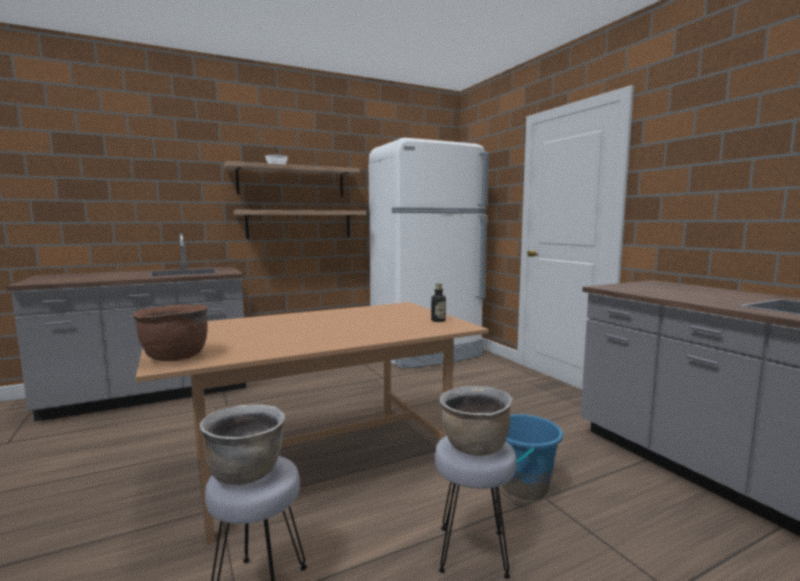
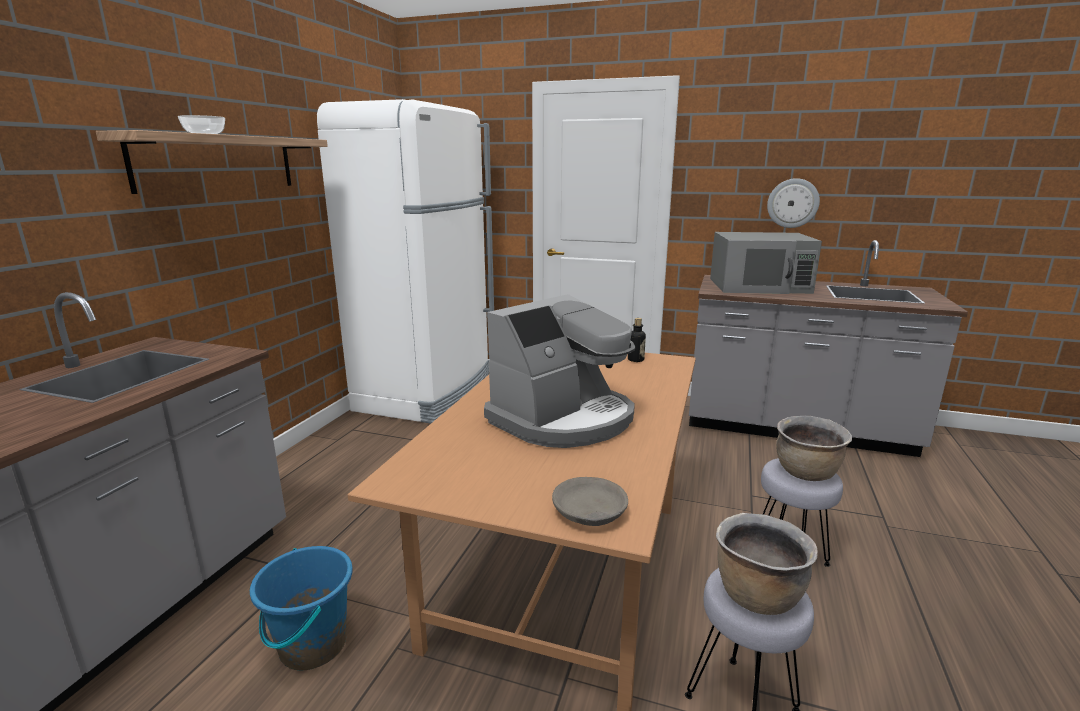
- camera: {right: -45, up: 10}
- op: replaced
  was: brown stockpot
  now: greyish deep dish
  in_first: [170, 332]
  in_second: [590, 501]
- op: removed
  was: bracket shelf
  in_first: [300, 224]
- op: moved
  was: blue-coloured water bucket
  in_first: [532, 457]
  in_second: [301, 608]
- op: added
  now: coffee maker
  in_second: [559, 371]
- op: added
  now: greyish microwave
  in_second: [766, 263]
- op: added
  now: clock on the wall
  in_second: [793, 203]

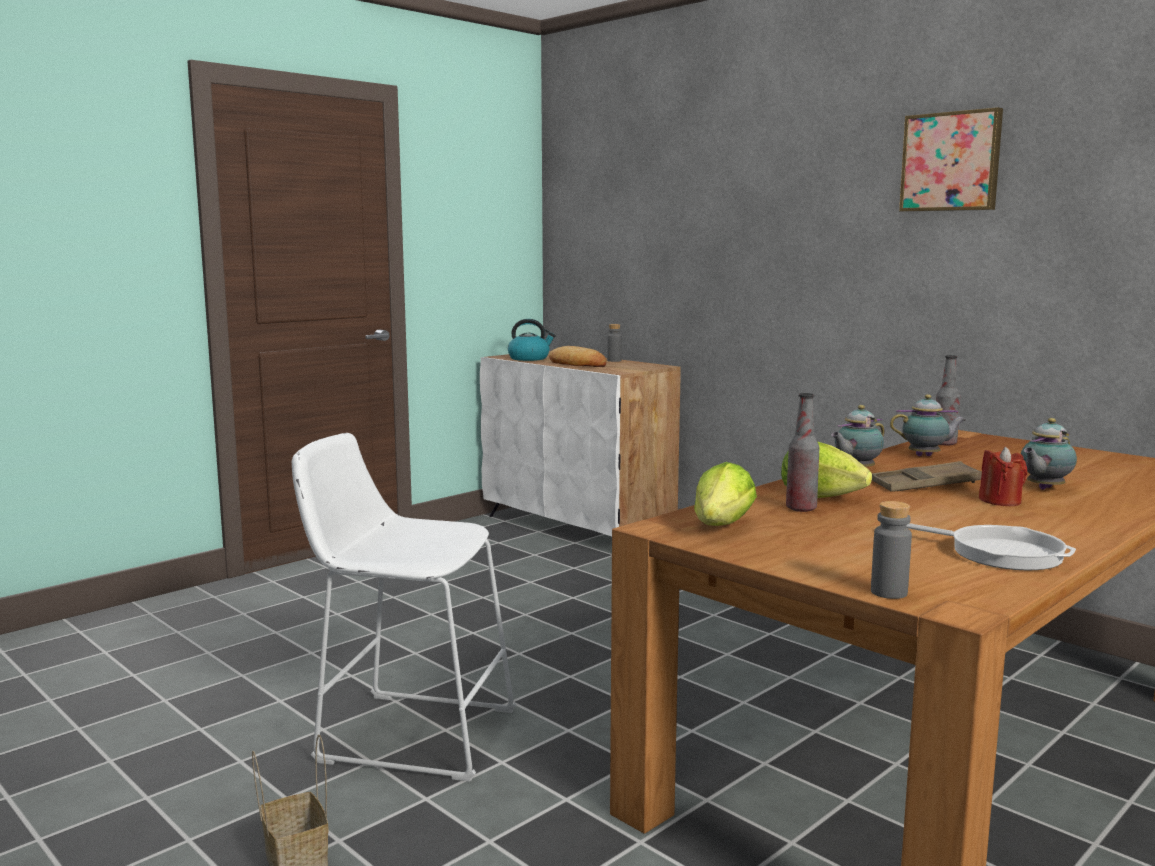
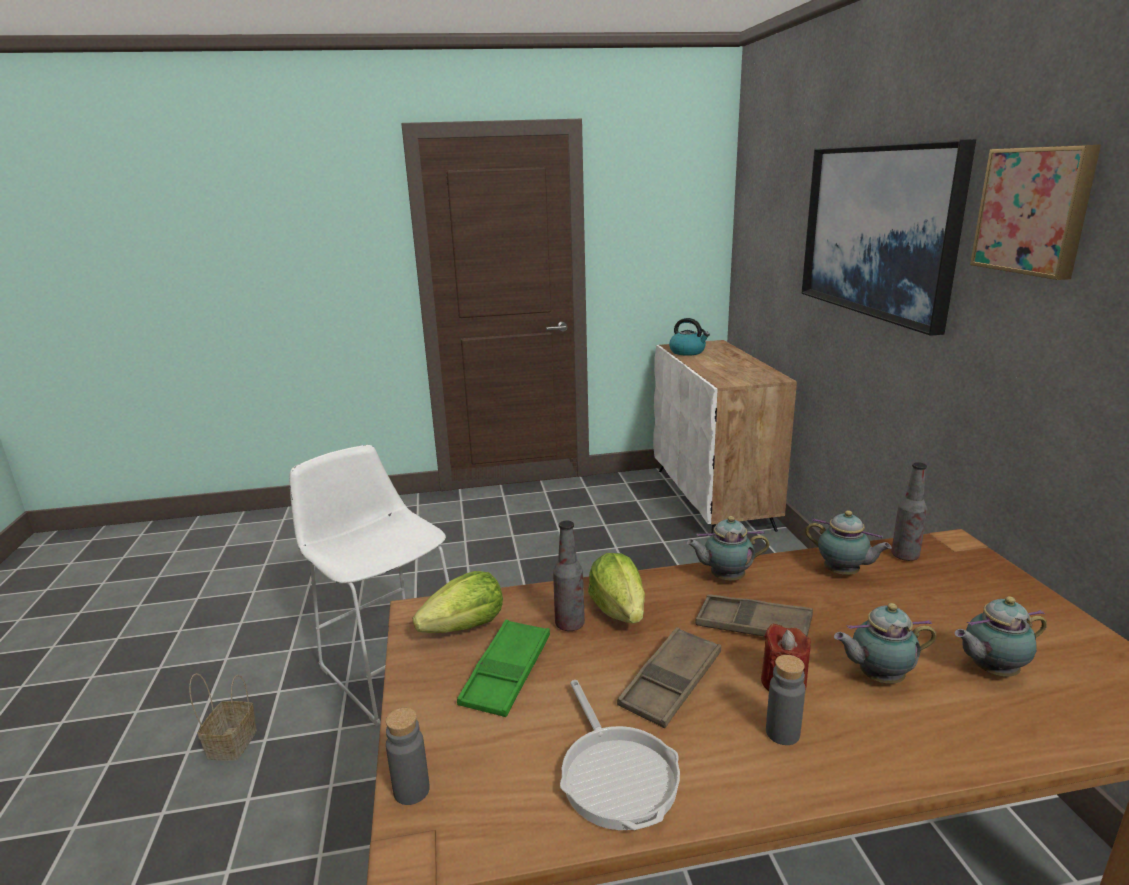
- camera: {right: 35, up: 10}
- op: removed
  was: bread
  in_first: [577, 356]
- op: moved
  was: greyish beverage bottle
  in_first: [614, 343]
  in_second: [785, 700]
- op: added
  now: greenish carrying tray
  in_second: [503, 668]
- op: added
  now: brown carrying tray
  in_second: [669, 677]
- op: added
  now: picture
  in_second: [889, 237]
- op: added
  now: teapot
  in_second: [1001, 636]

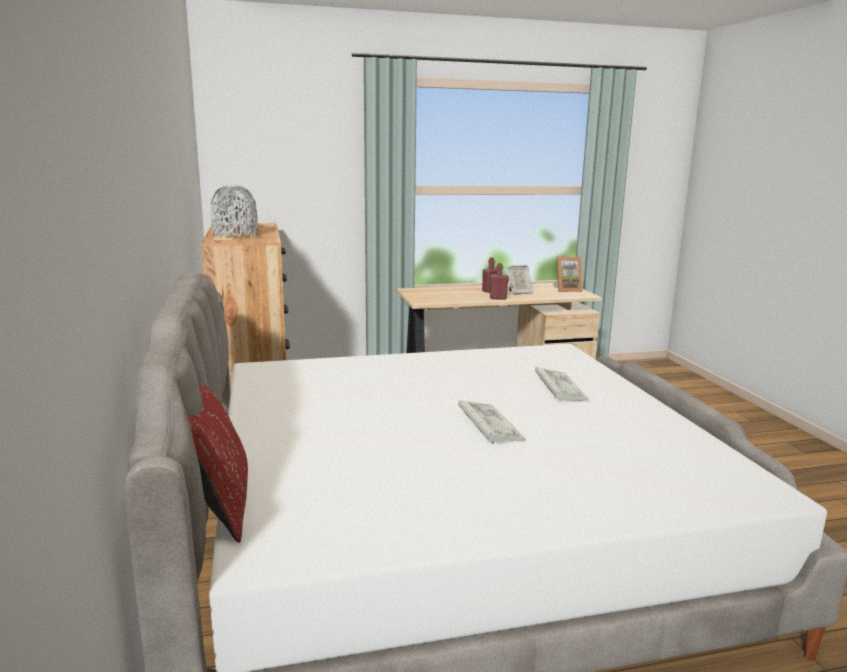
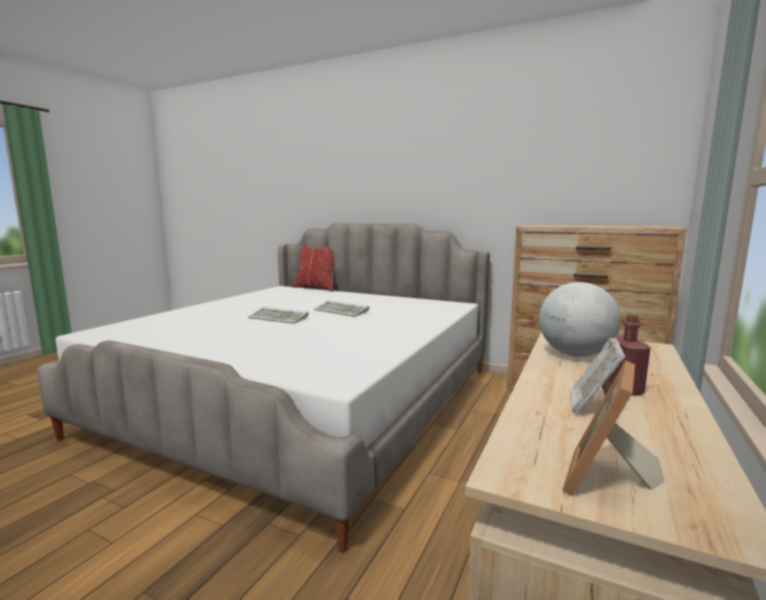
- camera: {right: 130, up: -5}
- op: removed
  was: greyish flower vase
  in_first: [234, 211]
- op: removed
  was: red-coloured beverage bottle
  in_first: [499, 281]
- op: moved
  was: computer keyboard
  in_first: [562, 384]
  in_second: [341, 308]
- op: added
  now: world globe
  in_second: [580, 319]

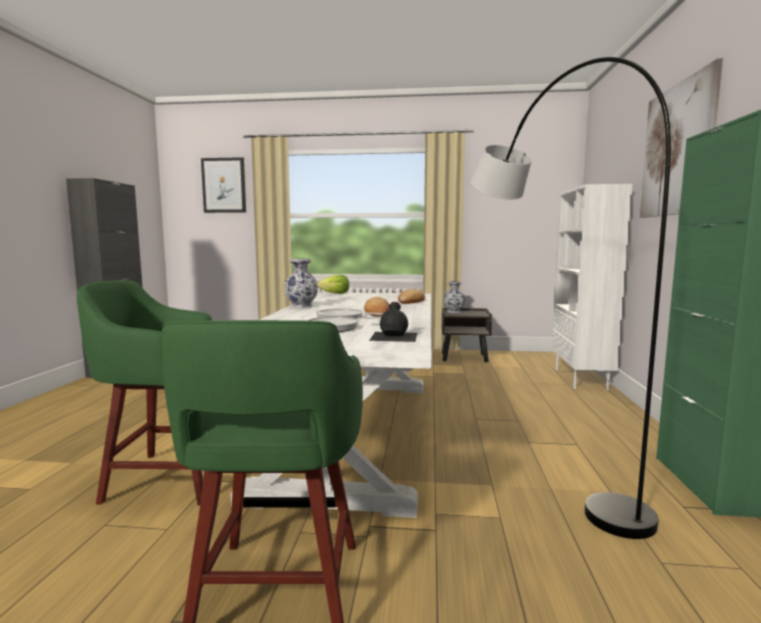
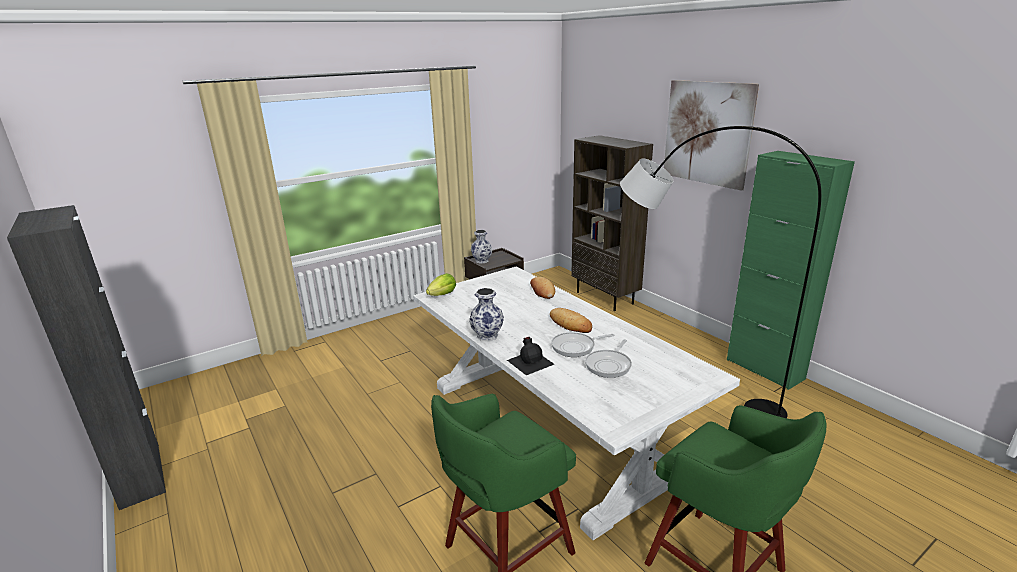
- camera: {right: -40, up: 15}
- op: removed
  was: picture
  in_first: [223, 185]
- op: moved
  was: blackish beverage bottle
  in_first: [393, 322]
  in_second: [530, 356]
- op: recoloured
  was: whitish bookcase
  now: brown bookcase
  in_first: [592, 287]
  in_second: [612, 223]

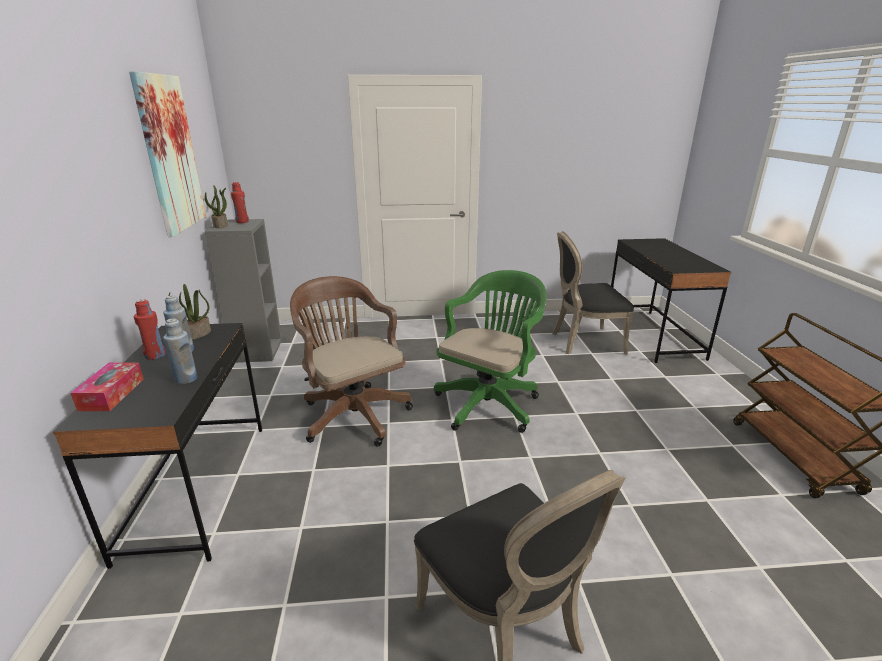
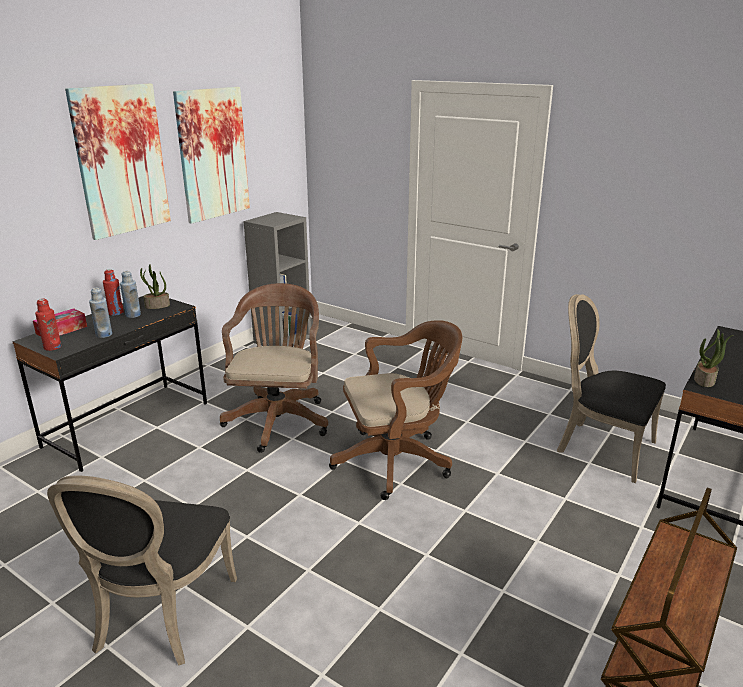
- camera: {right: 40, up: 0}
- op: moved
  was: houseplant
  in_first: [216, 206]
  in_second: [714, 358]
- op: moved
  was: red-coloured beverage bottle
  in_first: [240, 202]
  in_second: [48, 325]
- op: recoloured
  was: greenish desk chair
  now: brown desk chair
  in_first: [490, 351]
  in_second: [395, 410]
- op: added
  now: picture
  in_second: [118, 161]

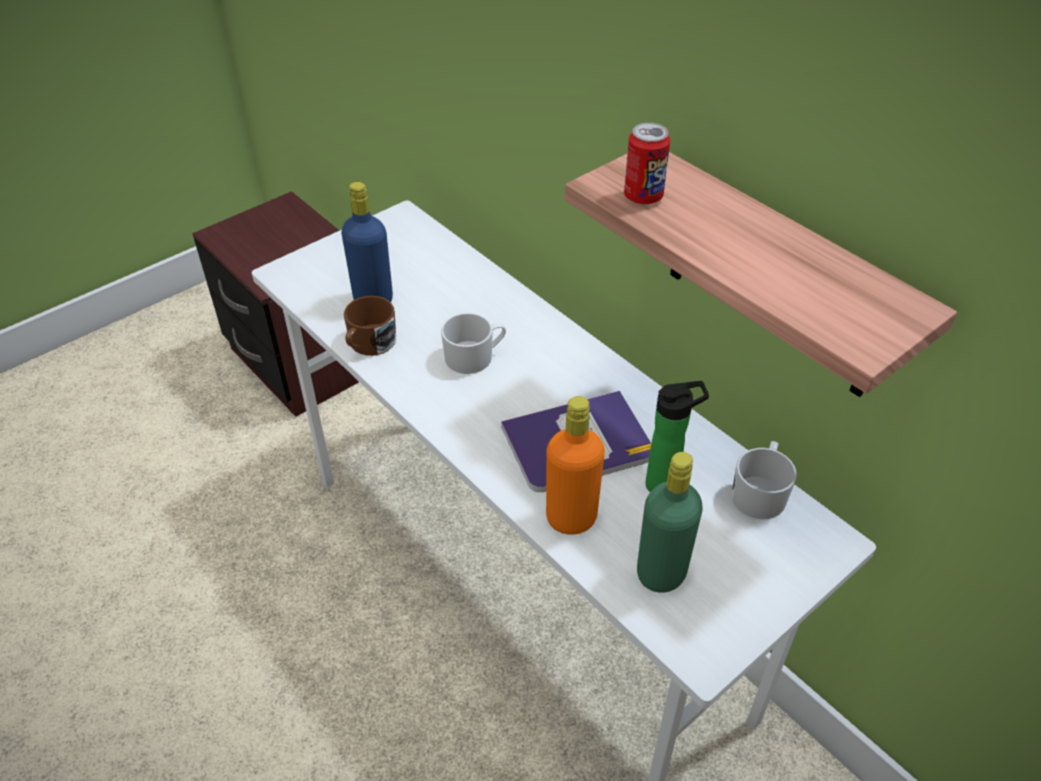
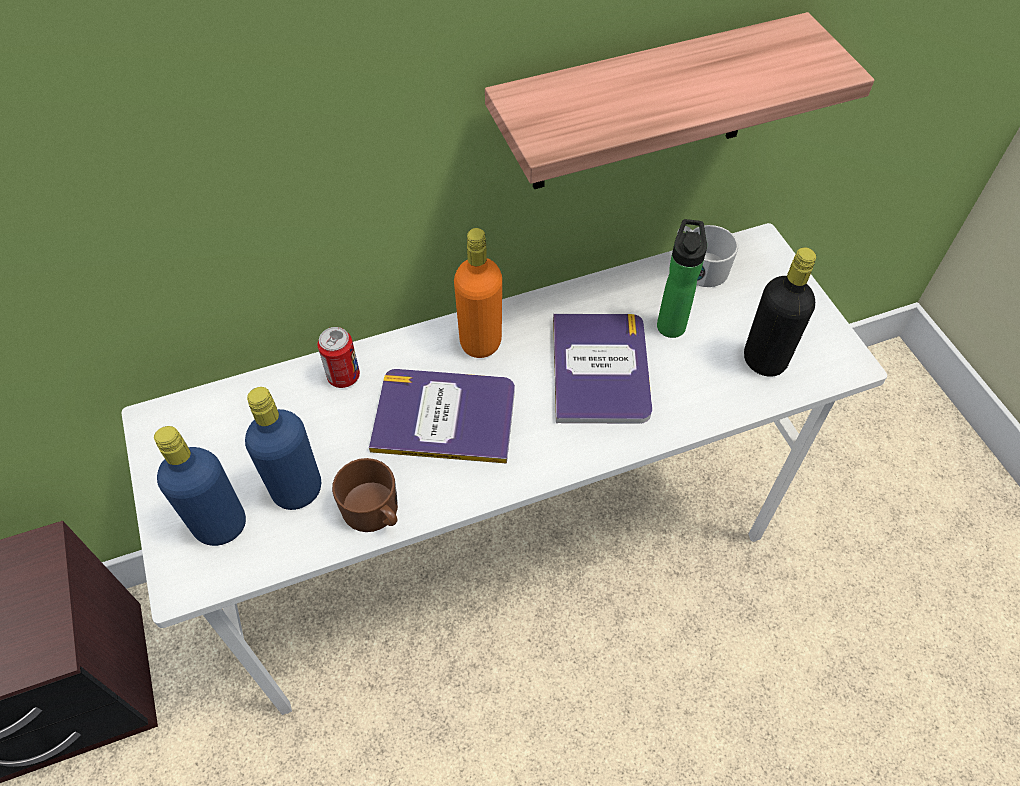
- camera: {right: -70, up: 10}
- op: replaced
  was: whitish mug
  now: bound book
  in_first: [473, 343]
  in_second: [442, 416]
- op: moved
  was: orange-coloured beverage bottle
  in_first: [575, 465]
  in_second: [478, 293]
- op: moved
  was: metal can
  in_first: [647, 164]
  in_second: [338, 357]
- op: recoloured
  was: greenish beverage bottle
  now: blackish beverage bottle
  in_first: [670, 522]
  in_second: [780, 312]
- op: added
  now: blue-coloured beverage bottle
  in_second: [200, 486]

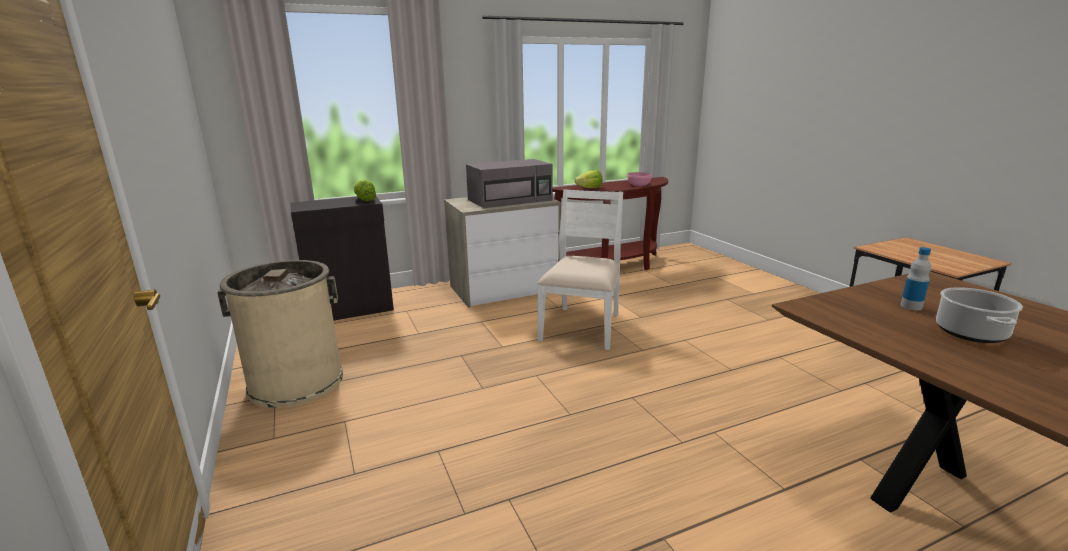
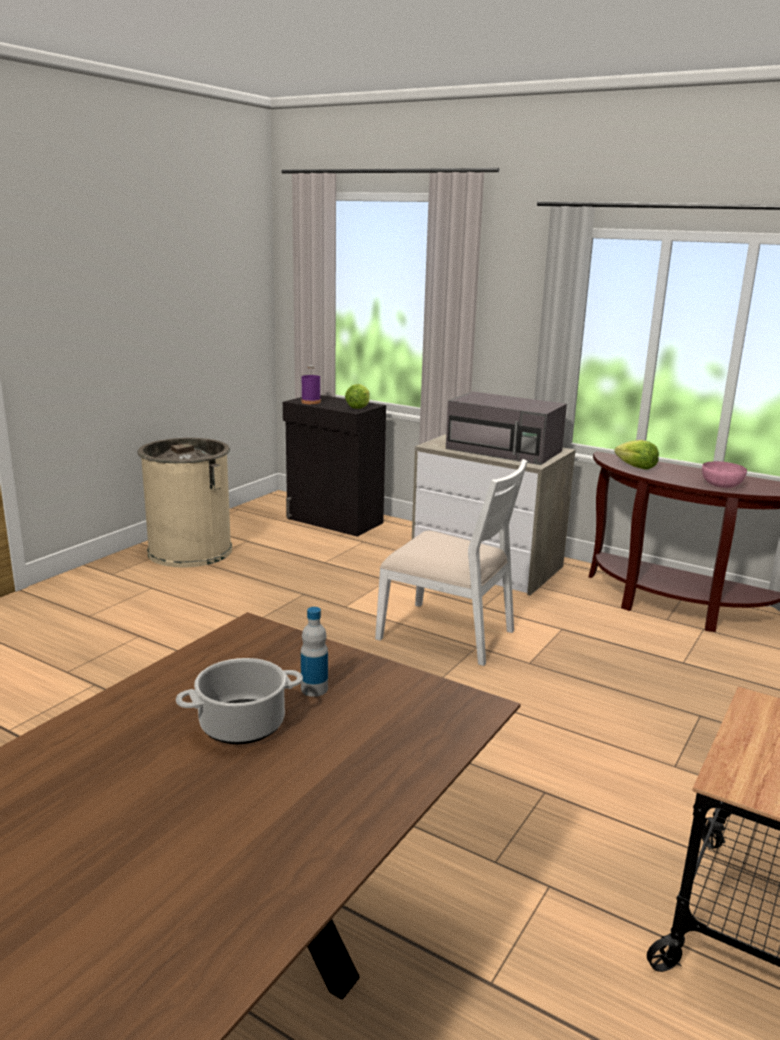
- camera: {right: 55, up: 0}
- op: turned
  was: whitish upright chair
  in_first: [580, 269]
  in_second: [451, 562]
  clockwise: 45
- op: added
  now: purple beverage bottle
  in_second: [311, 384]

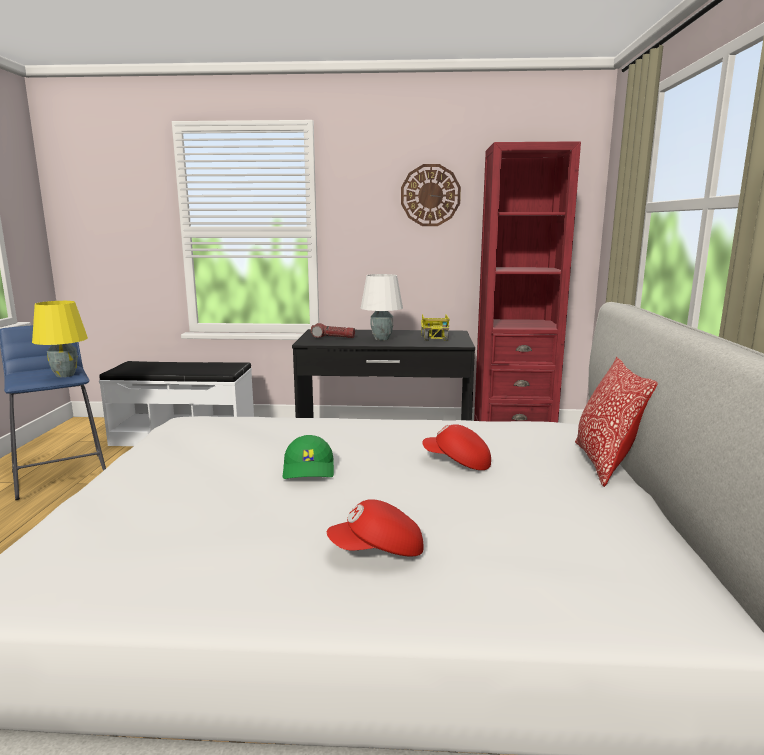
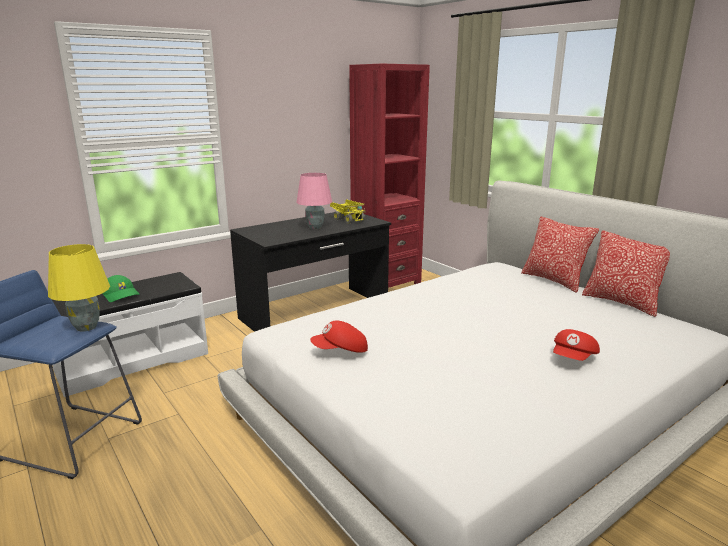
- camera: {right: -40, up: 5}
- op: moved
  was: greenish cap
  in_first: [308, 457]
  in_second: [121, 288]
- op: removed
  was: flashlight
  in_first: [333, 330]
- op: recoloured
  was: whitish lamp for a table
  now: pink lamp for a table
  in_first: [382, 307]
  in_second: [314, 201]
- op: removed
  was: clock on the wall
  in_first: [431, 195]
- op: moved
  was: red-coloured cap
  in_first: [456, 447]
  in_second: [339, 336]
- op: added
  now: pillow
  in_second: [626, 273]

